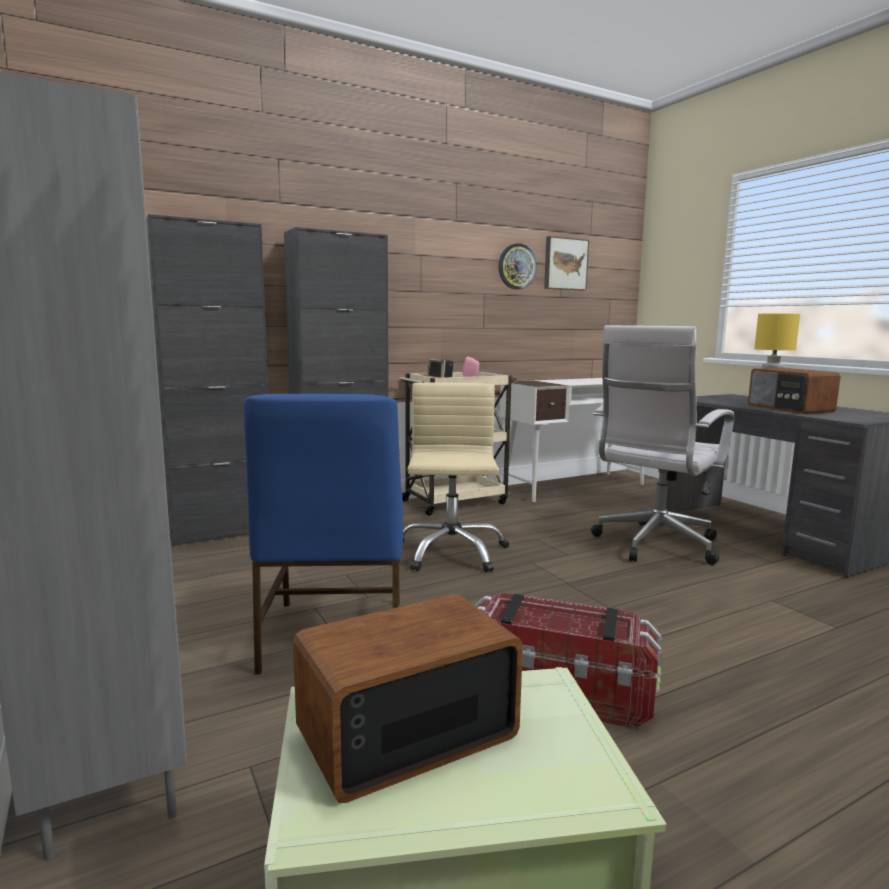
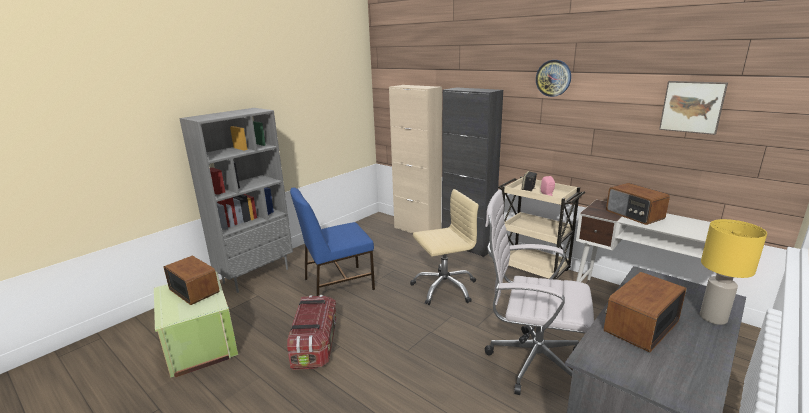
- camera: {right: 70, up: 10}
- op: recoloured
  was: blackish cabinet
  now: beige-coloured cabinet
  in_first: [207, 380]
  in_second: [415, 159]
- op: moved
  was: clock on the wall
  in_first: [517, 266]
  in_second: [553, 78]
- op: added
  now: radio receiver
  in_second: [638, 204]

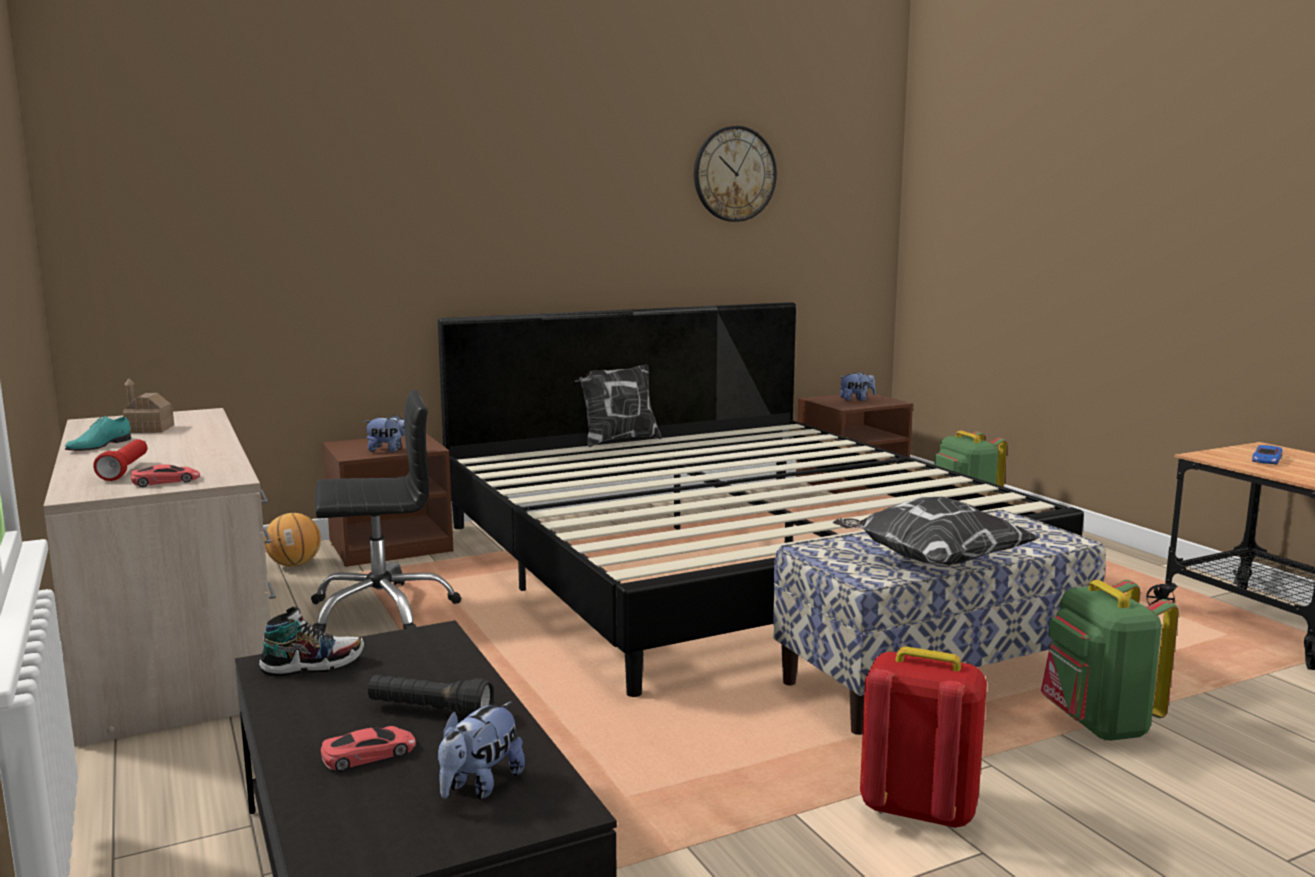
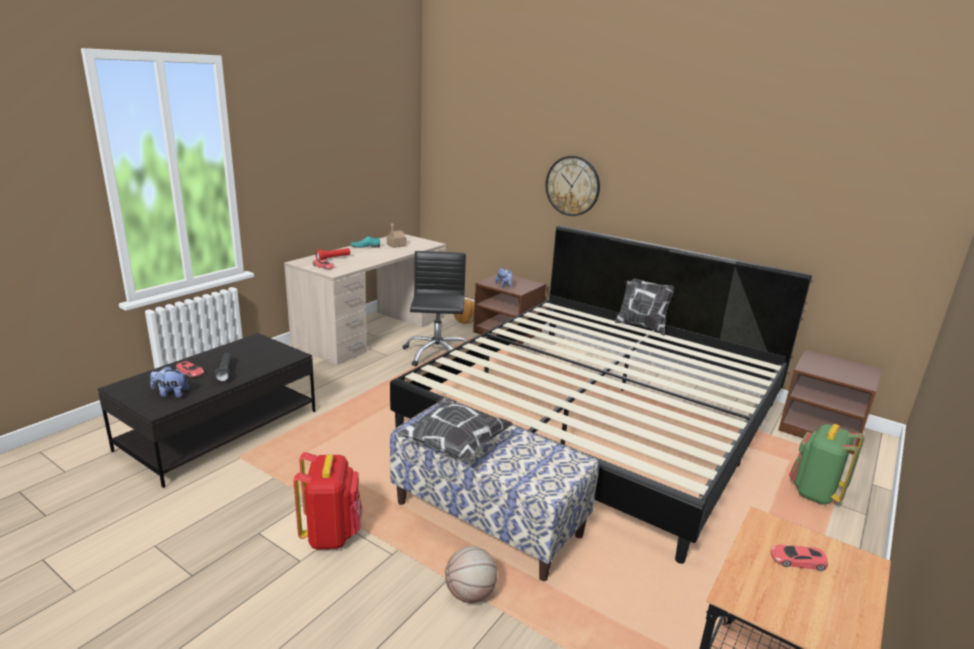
- camera: {right: 60, up: 10}
- op: removed
  was: shoe
  in_first: [311, 641]
- op: turned
  was: blackish desk chair
  in_first: [386, 511]
  in_second: [435, 309]
  clockwise: -135
- op: moved
  was: clock on the wall
  in_first: [735, 174]
  in_second: [572, 186]
- op: removed
  was: cuddly toy
  in_first: [857, 386]
- op: replaced
  was: greenish knapsack
  now: basketball ball
  in_first: [1110, 660]
  in_second: [471, 574]
- op: recoloured
  was: blue-coloured model car
  now: red-coloured model car
  in_first: [1267, 455]
  in_second: [799, 557]

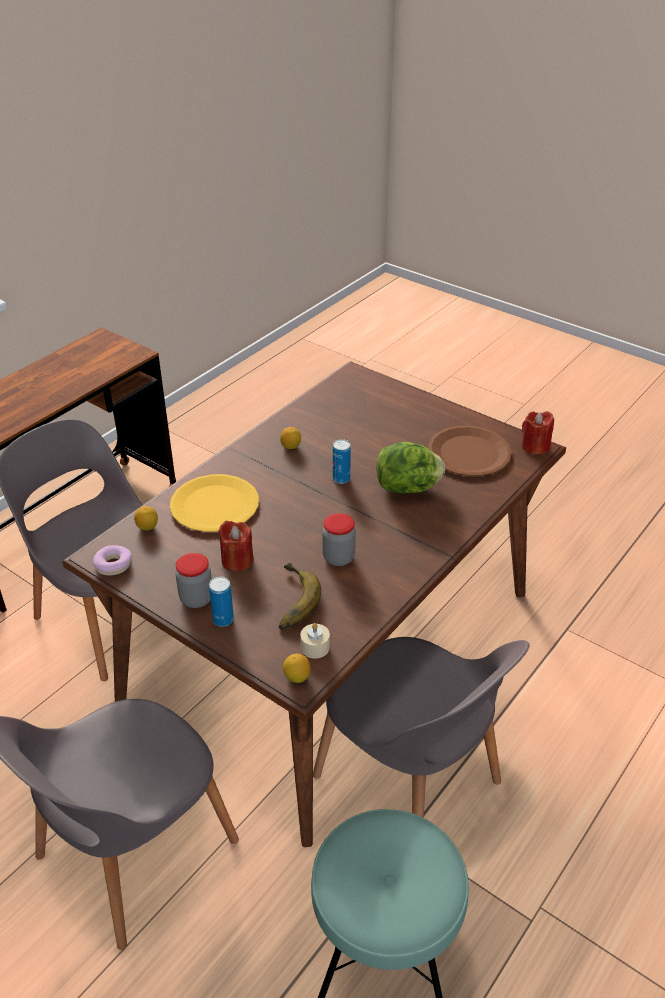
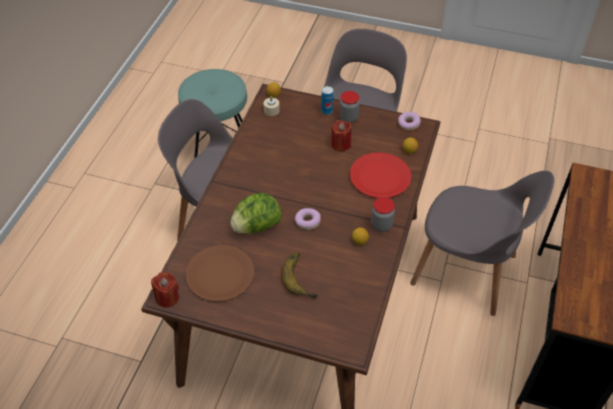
- camera: {right: 160, up: 10}
- op: recoloured
  was: yellow-coloured flat dish
  now: red-coloured flat dish
  in_first: [214, 503]
  in_second: [380, 175]
- op: moved
  was: banana fruit
  in_first: [300, 596]
  in_second: [299, 275]
- op: moved
  was: storage jar
  in_first: [339, 539]
  in_second: [383, 214]
- op: replaced
  was: metal can
  now: ring doughnut
  in_first: [342, 461]
  in_second: [308, 219]

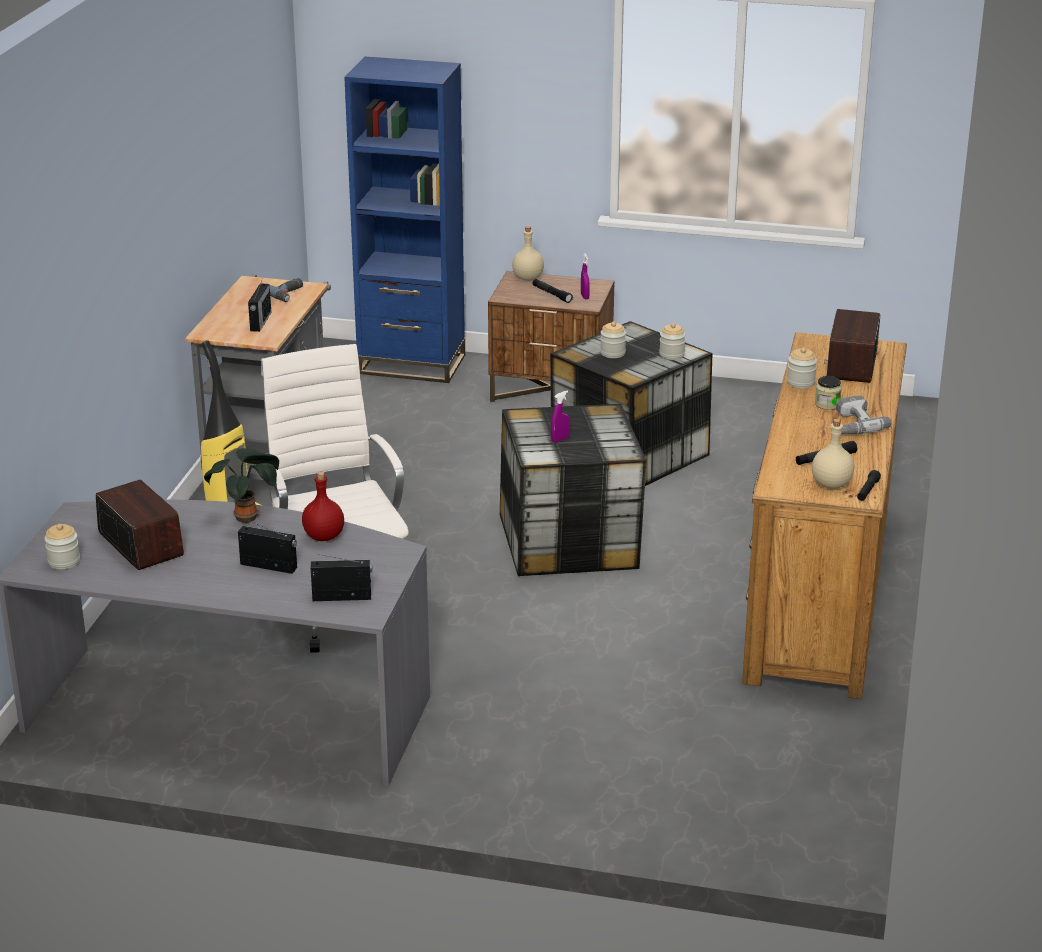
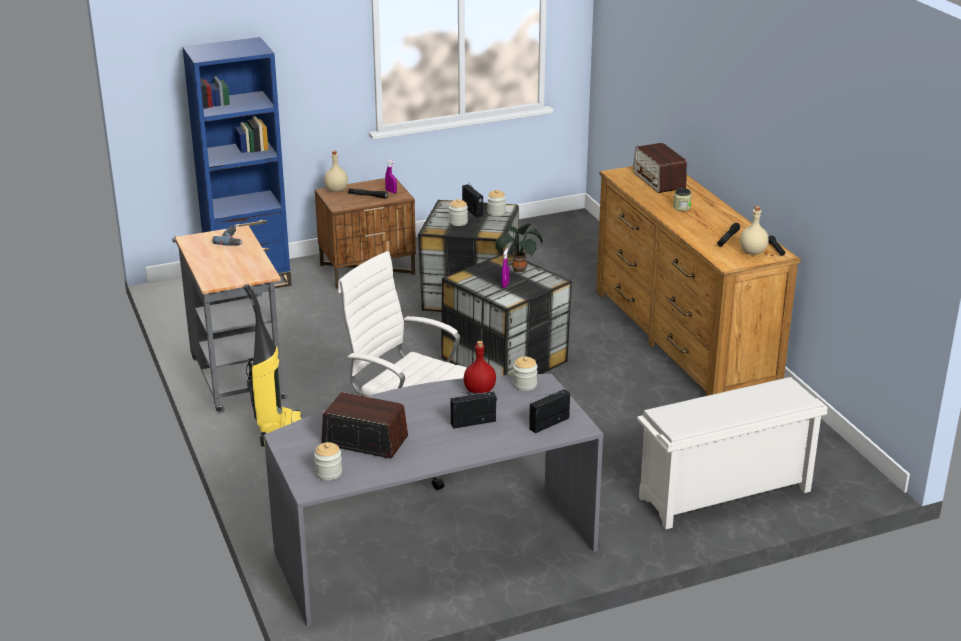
- camera: {right: -35, up: 0}
- op: moved
  was: houseplant
  in_first: [241, 485]
  in_second: [519, 247]
- op: moved
  was: radio receiver
  in_first: [259, 305]
  in_second: [472, 199]
- op: moved
  was: storage jar
  in_first: [802, 368]
  in_second: [525, 373]
- op: removed
  was: drill
  in_first: [864, 414]
- op: added
  now: whitish shoe shelf
  in_second: [732, 453]

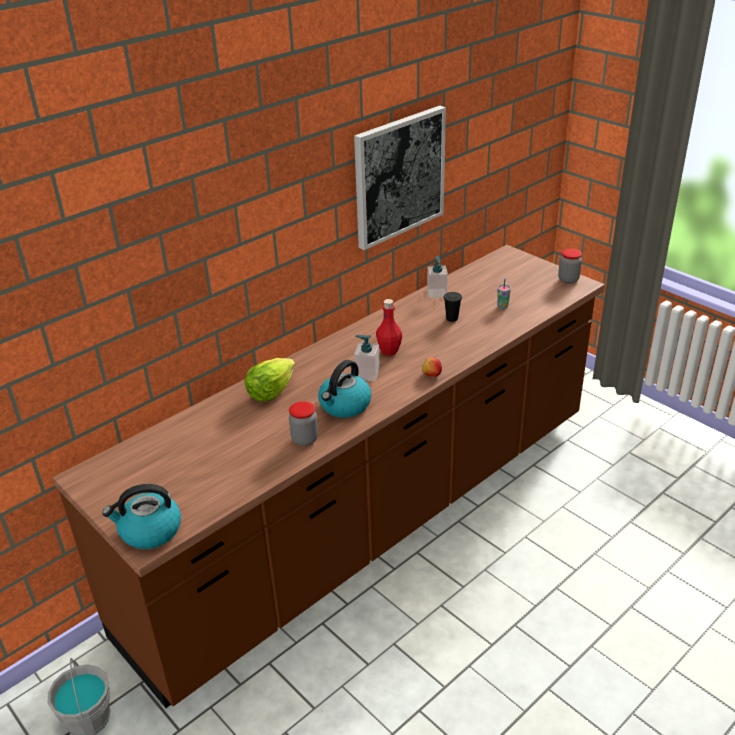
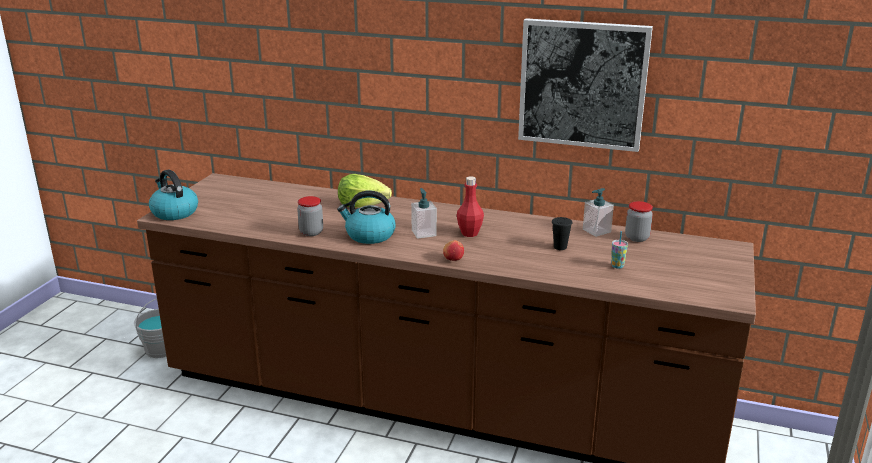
- camera: {right: 60, up: -10}
- op: moved
  was: storage jar
  in_first: [570, 266]
  in_second: [639, 221]

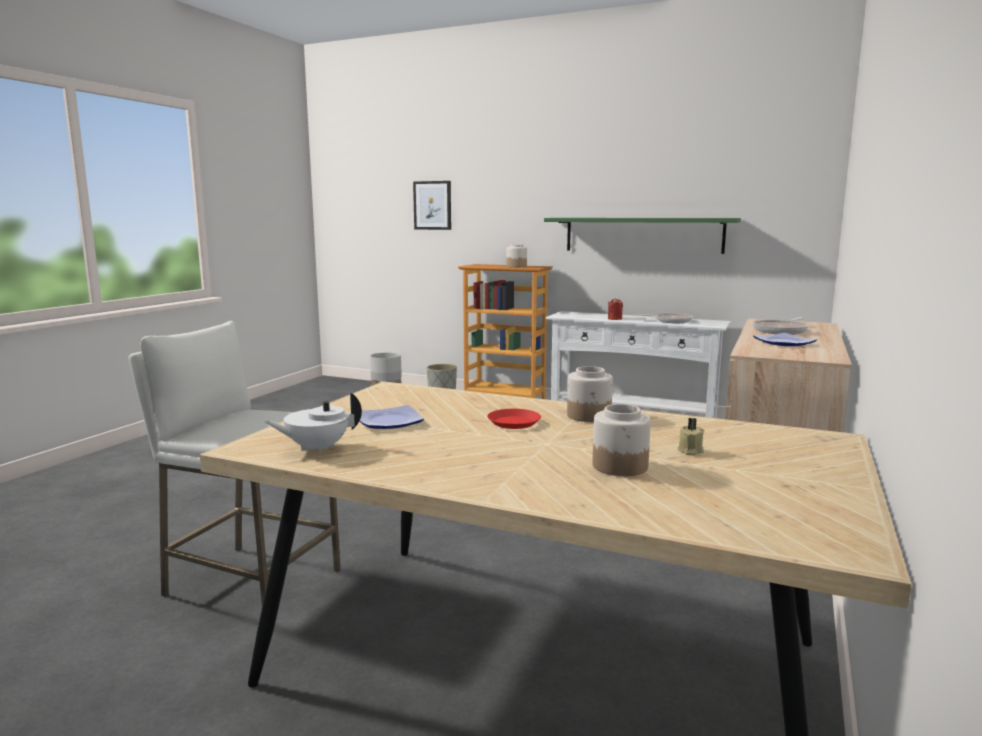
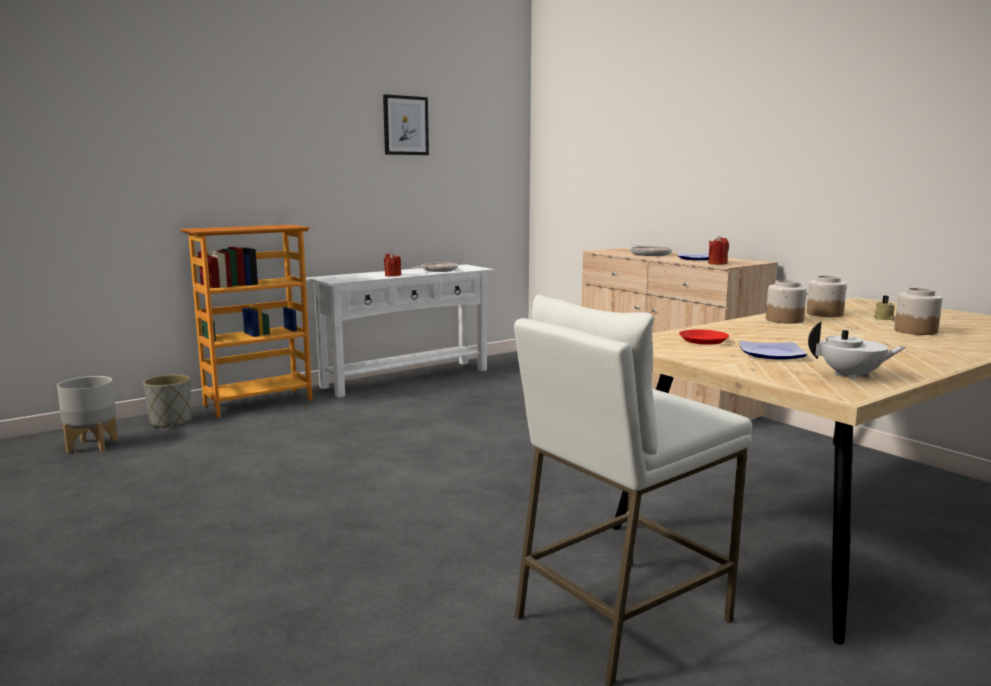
- camera: {right: -60, up: 0}
- op: turned
  was: whitish teapot
  in_first: [313, 423]
  in_second: [857, 351]
  clockwise: -90
- op: moved
  was: picture
  in_first: [432, 205]
  in_second: [406, 124]
- op: moved
  was: red-coloured flat dish
  in_first: [514, 419]
  in_second: [704, 337]
- op: moved
  was: storage jar
  in_first: [517, 256]
  in_second: [826, 296]
- op: removed
  was: greenish bracket shelf
  in_first: [642, 236]
- op: added
  now: red-coloured candle
  in_second: [718, 250]

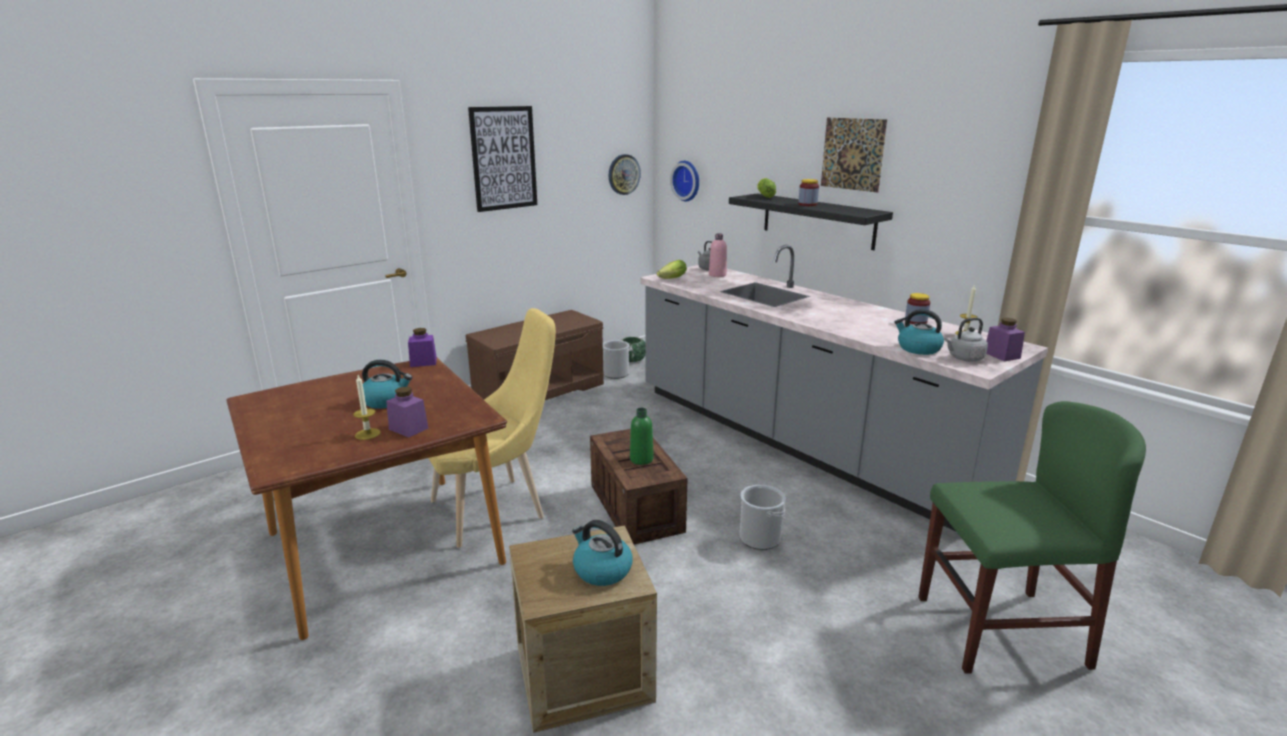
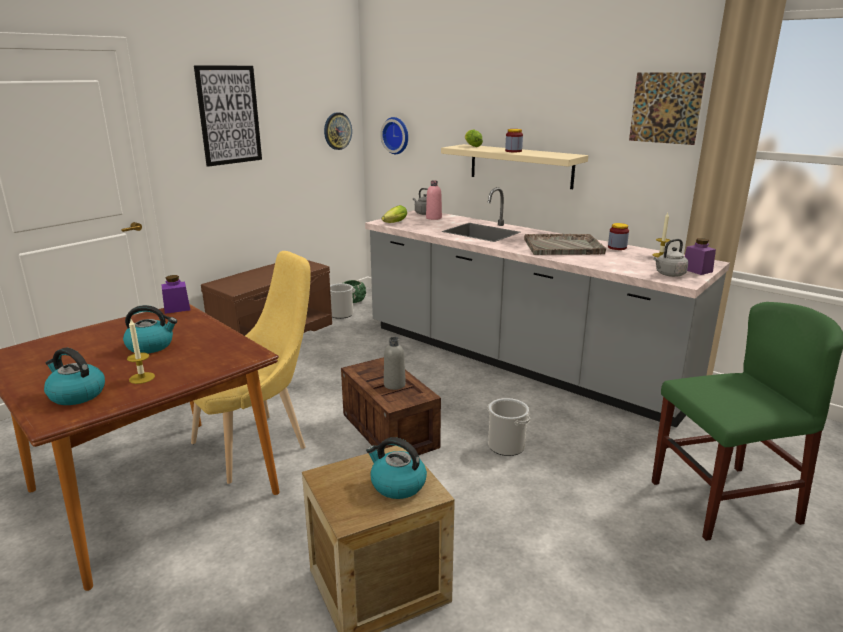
- camera: {right: -10, up: 0}
- op: removed
  was: purple storage jar
  in_first: [407, 412]
- op: recoloured
  was: greenish beverage bottle
  now: greyish beverage bottle
  in_first: [642, 436]
  in_second: [395, 363]
- op: recoloured
  was: blackish bracket shelf
  now: beige-coloured bracket shelf
  in_first: [811, 222]
  in_second: [514, 166]
- op: moved
  was: picture
  in_first: [854, 155]
  in_second: [667, 108]
- op: moved
  was: water kettle
  in_first: [919, 332]
  in_second: [74, 376]
- op: added
  now: greyish carrying tray
  in_second: [565, 244]

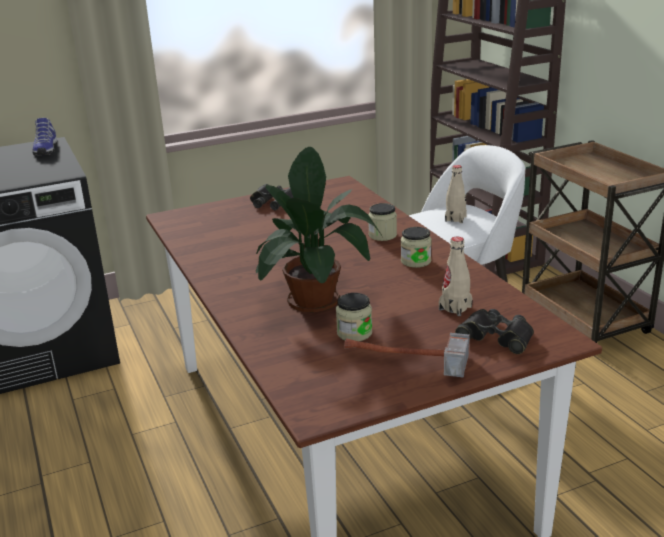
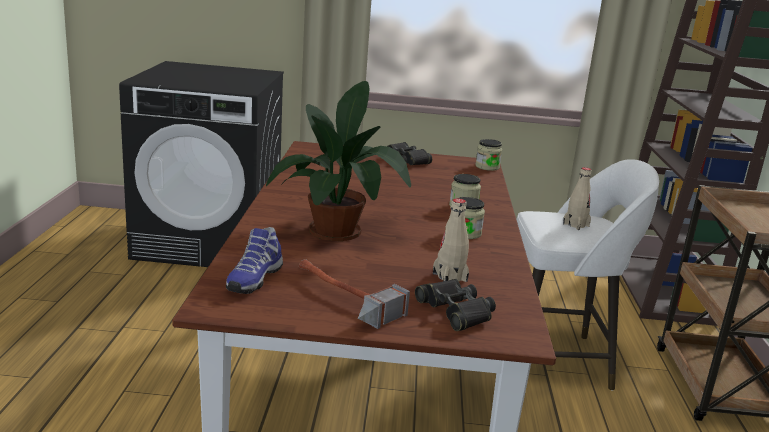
- camera: {right: 25, up: -5}
- op: moved
  was: shoe
  in_first: [45, 137]
  in_second: [254, 260]
- op: moved
  was: storage jar
  in_first: [354, 317]
  in_second: [488, 155]

